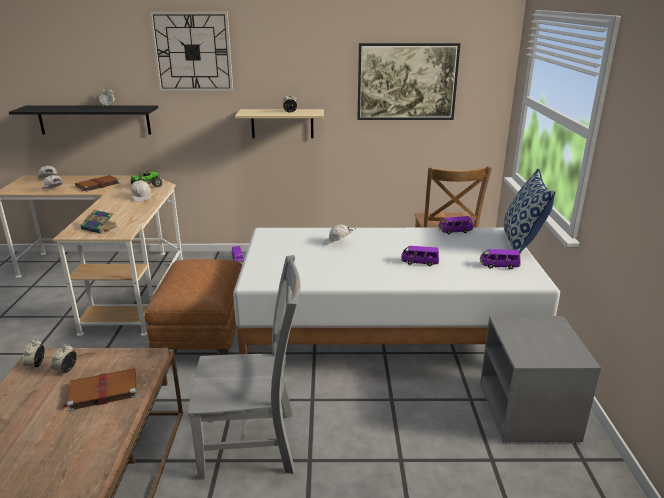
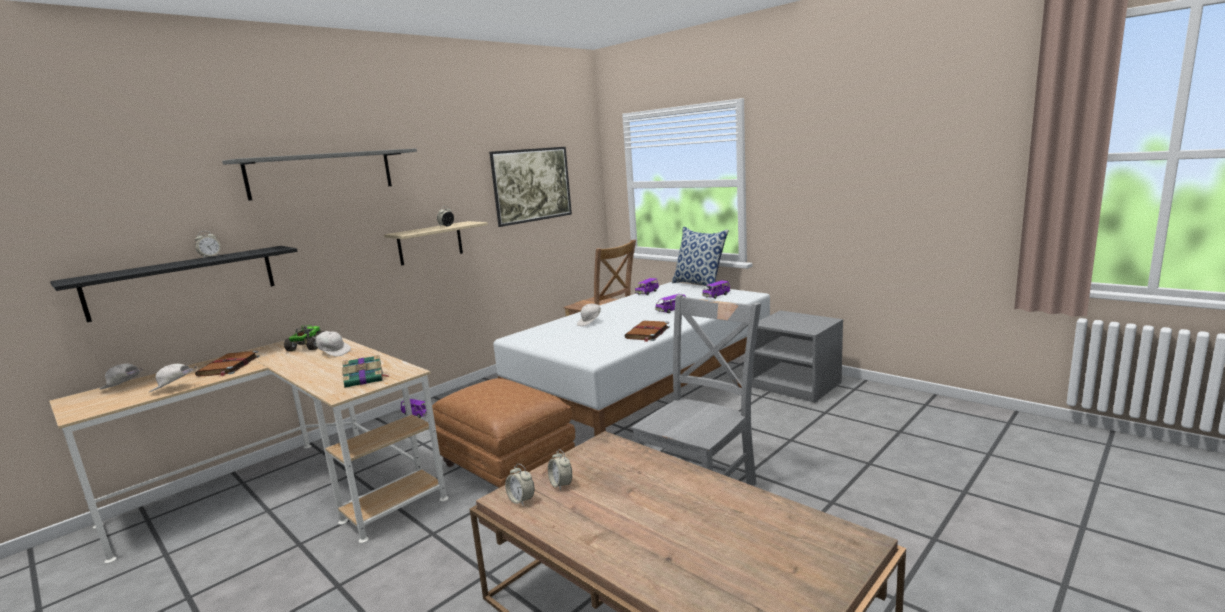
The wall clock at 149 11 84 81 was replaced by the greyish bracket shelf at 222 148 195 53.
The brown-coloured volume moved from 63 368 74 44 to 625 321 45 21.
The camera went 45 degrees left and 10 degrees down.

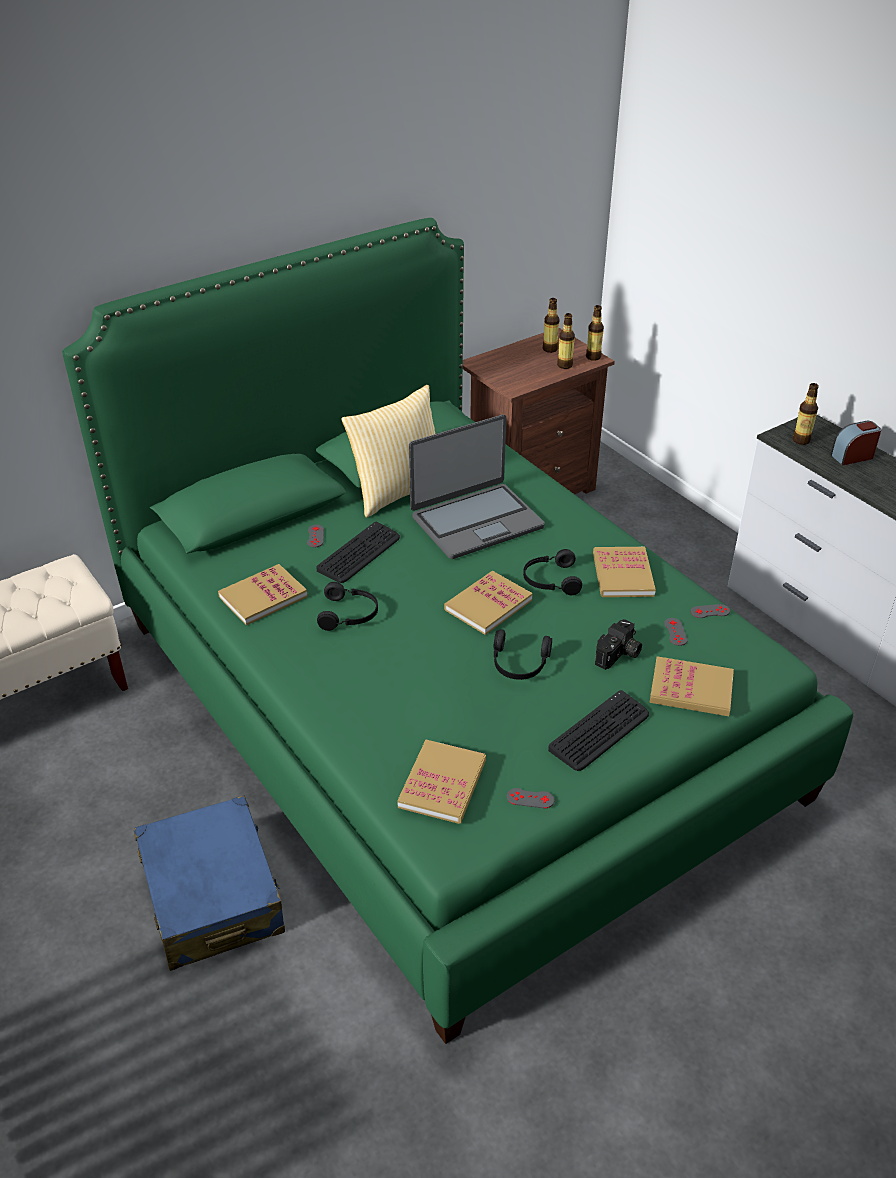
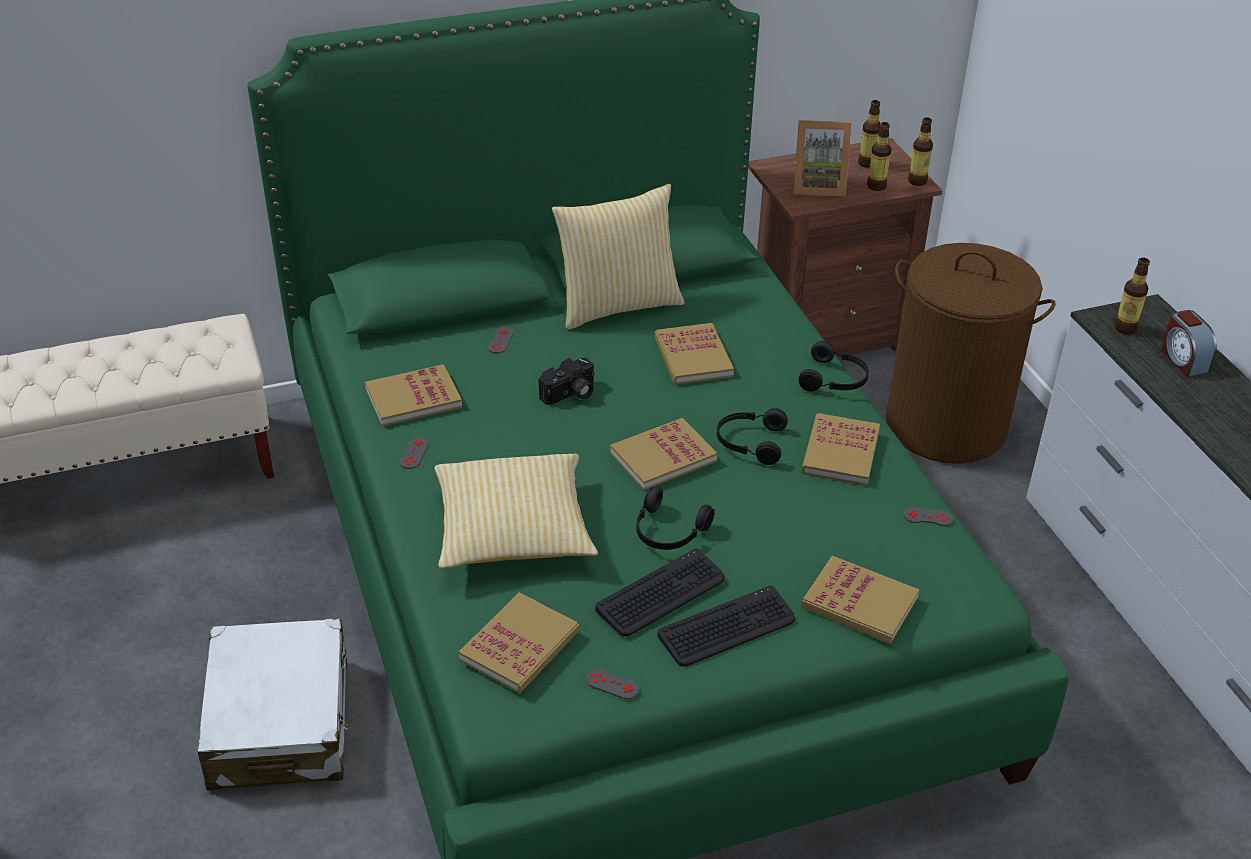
The blue travel case at 133 795 152 176 became the white travel case at 198 618 150 172.
The greyish gamepad moved from 664 618 24 28 to 399 437 30 32.
The throw pillow at 434 454 164 115 appeared.
The still camera moved from 595 619 47 51 to 538 358 57 47.
The PC keyboard moved from 317 522 83 61 to 595 548 130 88.
The laptop at 409 415 136 144 was replaced by the volume at 655 323 79 62.
The picture frame at 794 120 58 76 appeared.
The black pair of headphones moved from 317 582 61 49 to 799 341 70 51.
The brown-coloured laundry basket at 886 243 170 221 appeared.
The alarm clock at 831 421 50 44 turned 105 degrees counterclockwise.
The camera went 15 degrees right and 0 degrees up.

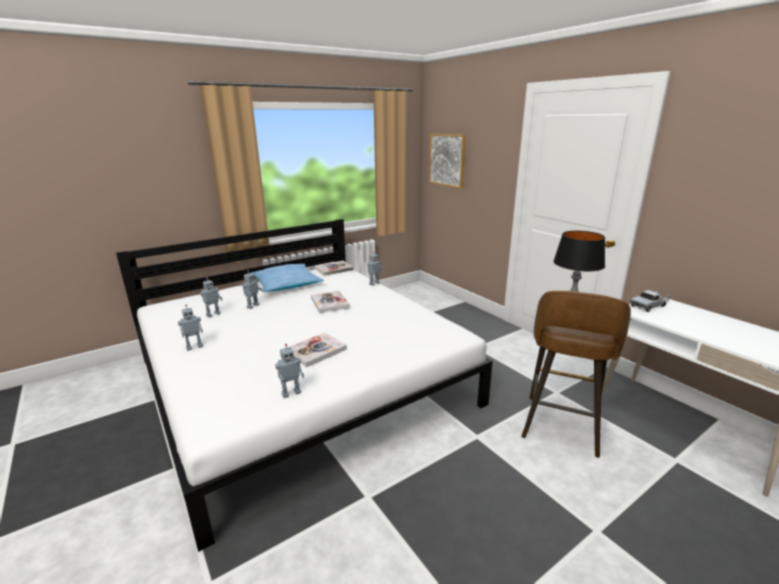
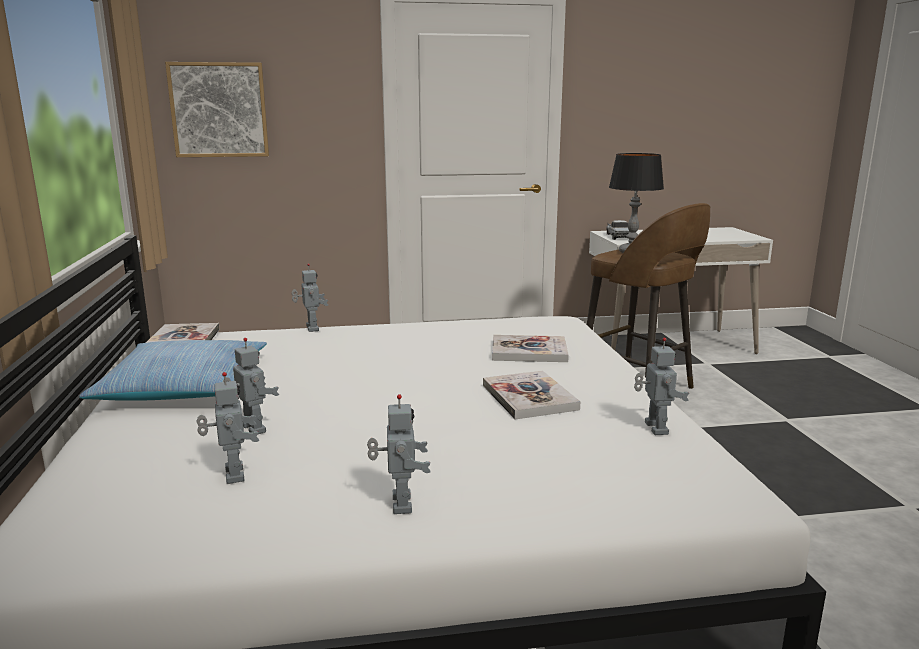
The volume moved from 311 291 39 22 to 492 335 77 27.
The camera went 65 degrees left and 5 degrees down.

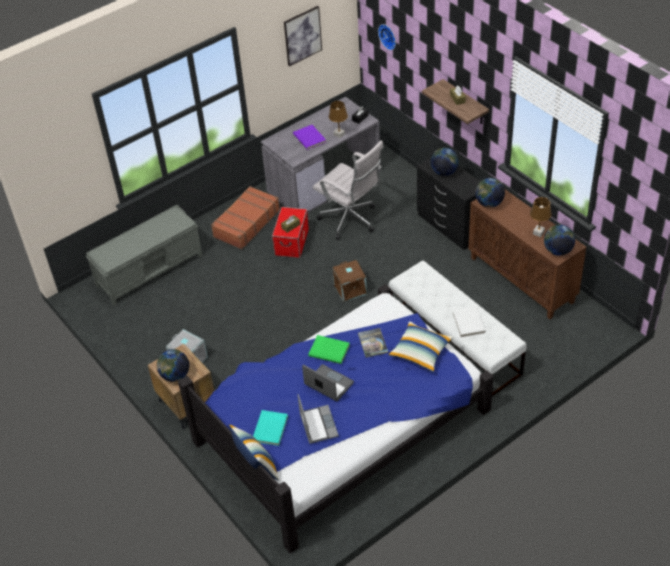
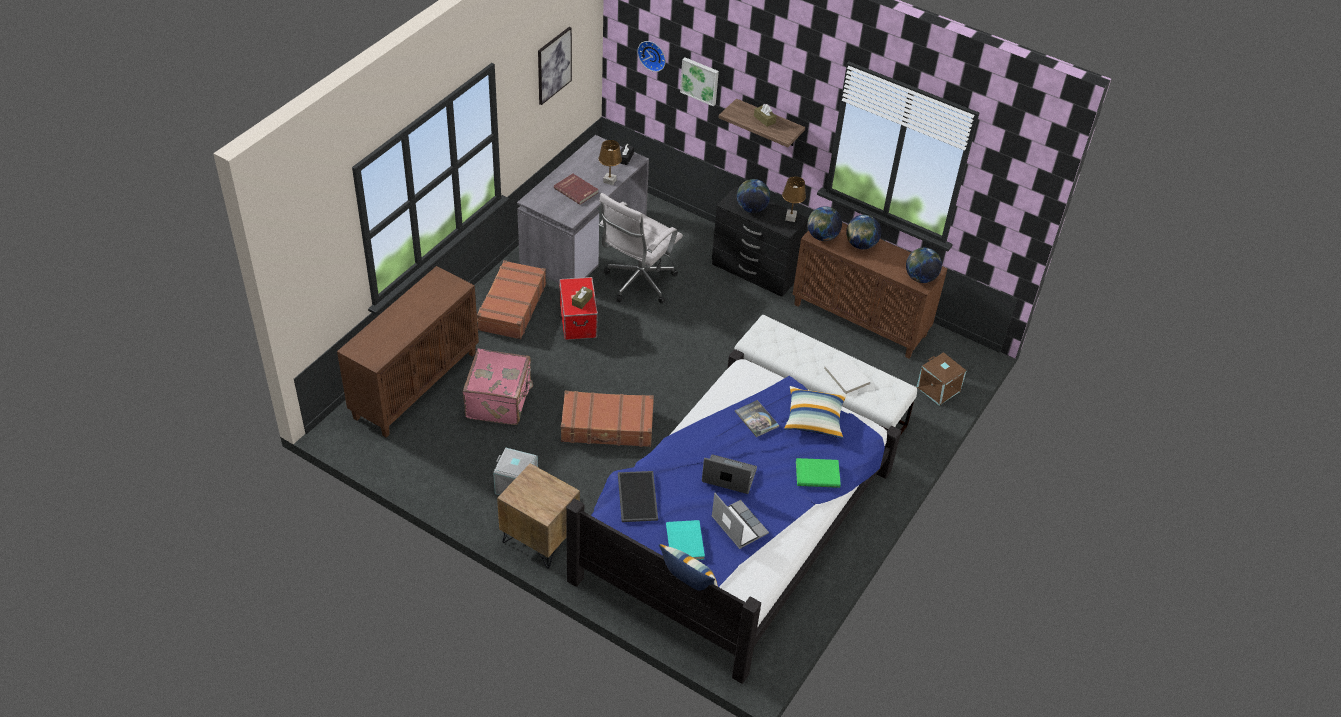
The greyish long seat at 86 205 117 100 was replaced by the brown-coloured storage cabinet at 337 266 142 172.
The pinkish travel case at 462 348 71 77 appeared.
The purple volume at 293 125 33 25 became the red-coloured volume at 554 173 45 32.
The brown-coloured travel case at 561 391 93 56 appeared.
The white office chair at 313 140 70 100 turned 105 degrees clockwise.
The carrying tray at 618 471 40 51 appeared.
The wall art at 680 57 39 49 appeared.
The brown-coloured table lamp moved from 530 197 22 40 to 782 177 24 45.
The green-coloured volume moved from 308 335 42 29 to 796 458 45 30.
The world globe moved from 157 349 32 33 to 846 215 35 34.
The brown-coloured storage container moved from 333 260 34 42 to 917 352 50 53.
The camera went 25 degrees left and 0 degrees up.

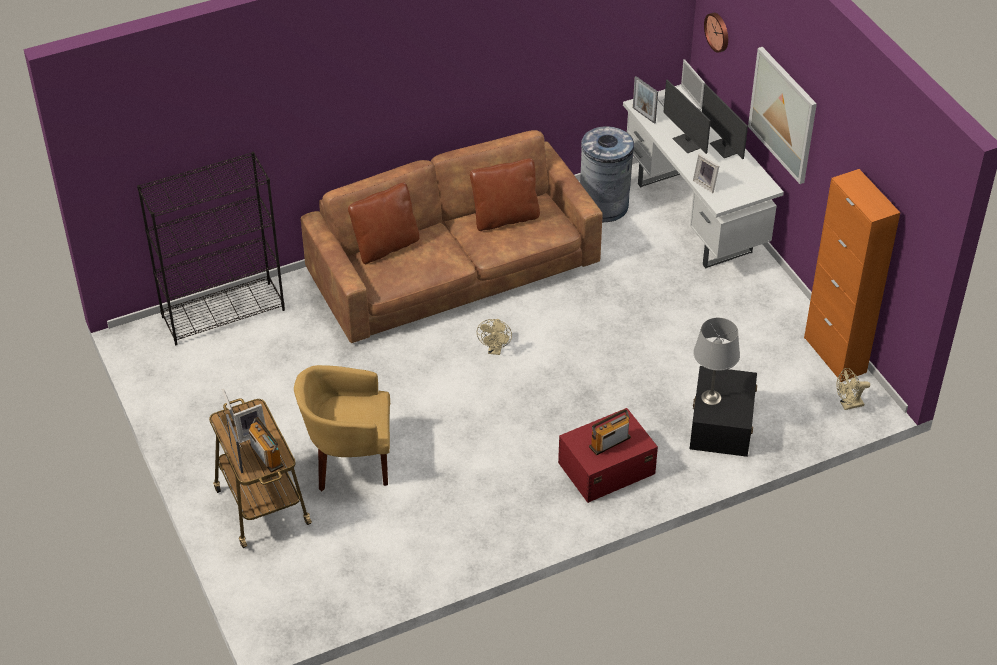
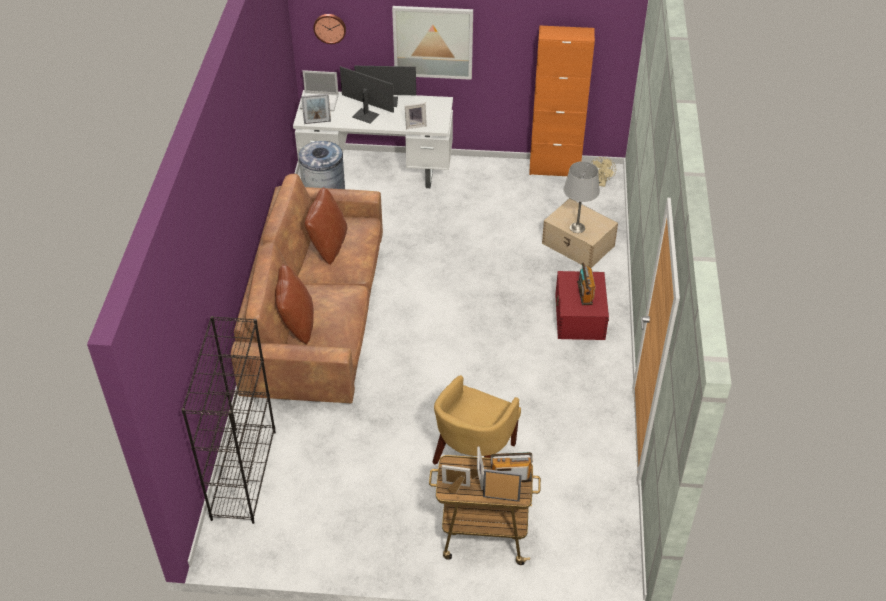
The computer display at 663 80 48 74 turned 150 degrees counterclockwise.
The black storage container at 690 366 67 91 became the beige-coloured storage container at 542 198 76 70.
The beige-coloured electric fan at 477 319 35 36 disappeared.
The camera went 60 degrees left and 0 degrees up.

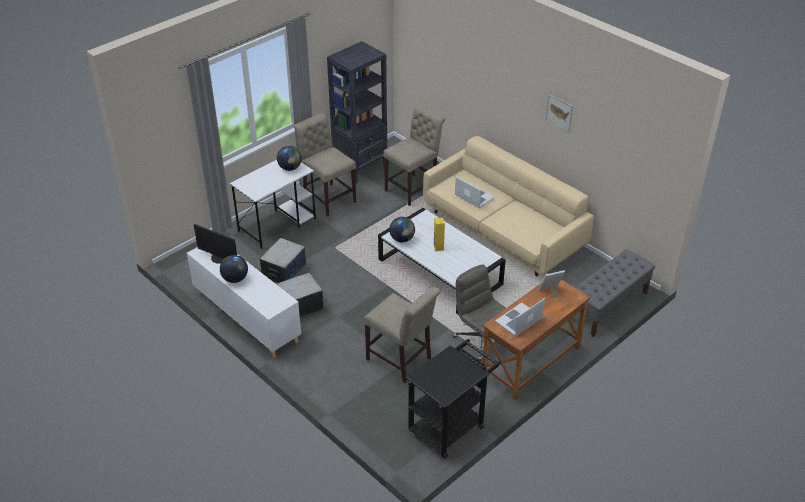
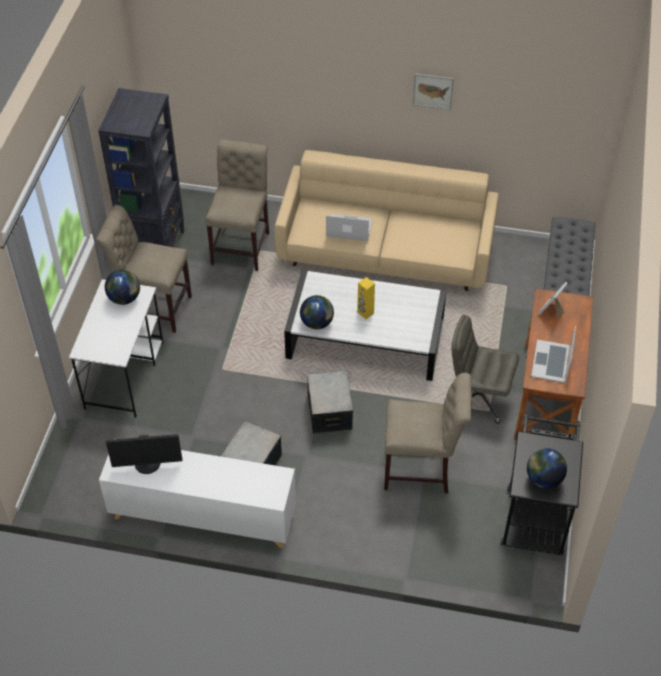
The storage container moved from 259 238 47 45 to 307 371 46 63.
The world globe moved from 220 255 28 28 to 527 448 40 40.
The camera went 35 degrees left and 10 degrees up.

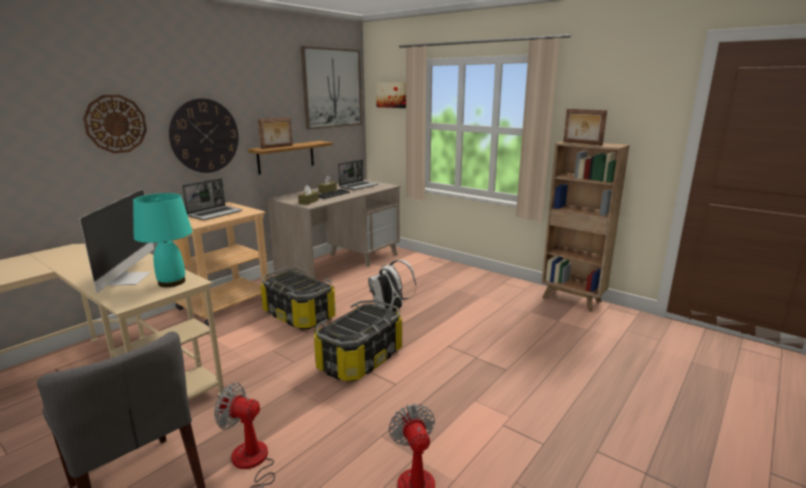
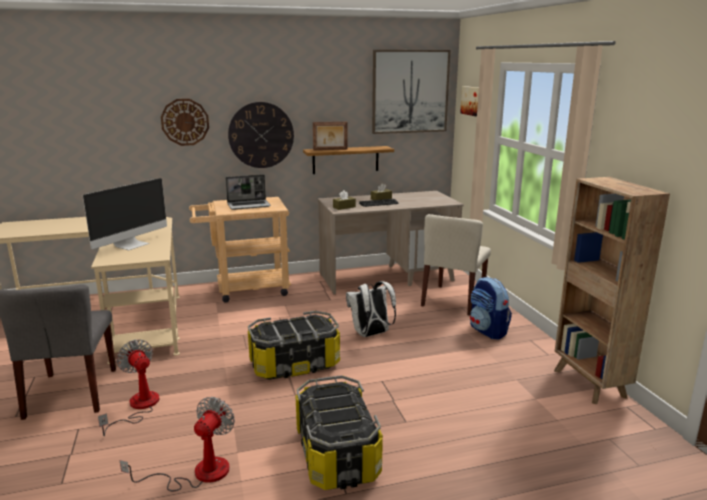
The storage container moved from 260 268 76 62 to 295 375 88 115.
The beige-coloured chair at 421 214 70 101 appeared.
The knapsack at 470 277 42 63 appeared.
The blue-green table lamp at 133 193 59 94 disappeared.
The laptop at 338 160 40 30 disappeared.
The picture frame at 563 109 44 36 disappeared.
The camera went 35 degrees right and 0 degrees up.

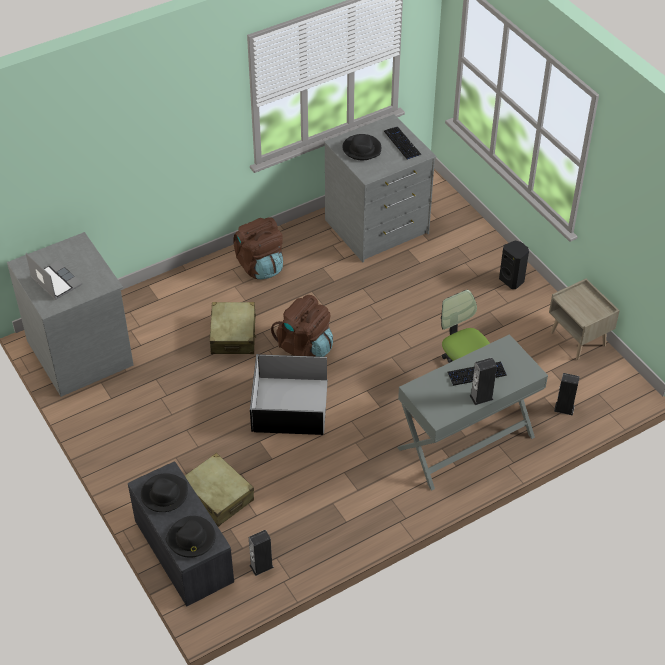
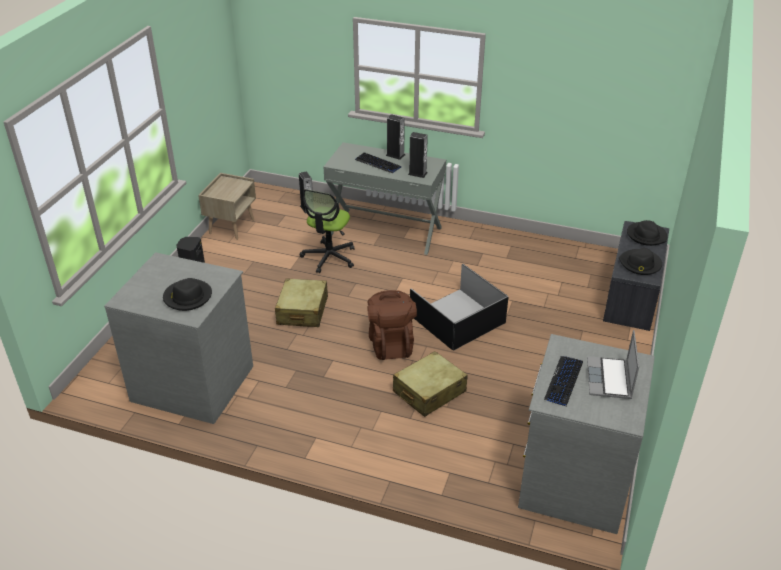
The beige-coloured travel case moved from 185 453 69 74 to 275 278 53 49.
The audio speaker moved from 249 530 25 46 to 408 132 20 46.
The PC keyboard moved from 384 127 38 33 to 544 356 39 50.
The brown-coloured knapsack at 233 217 50 62 disappeared.
The camera went 130 degrees left and 10 degrees down.

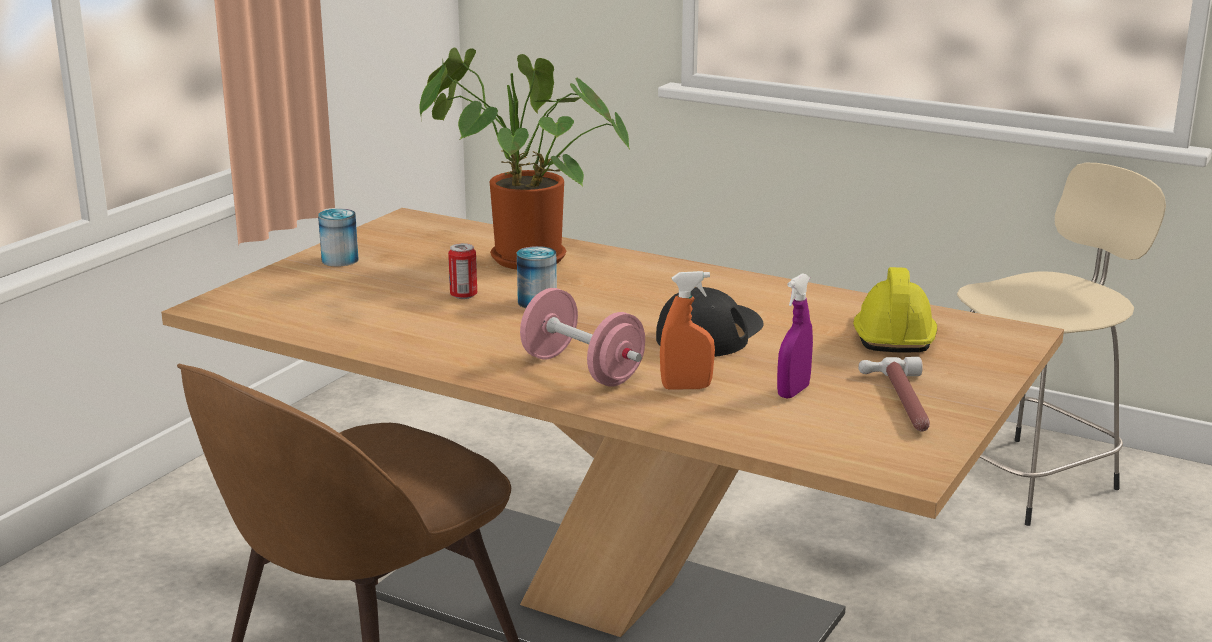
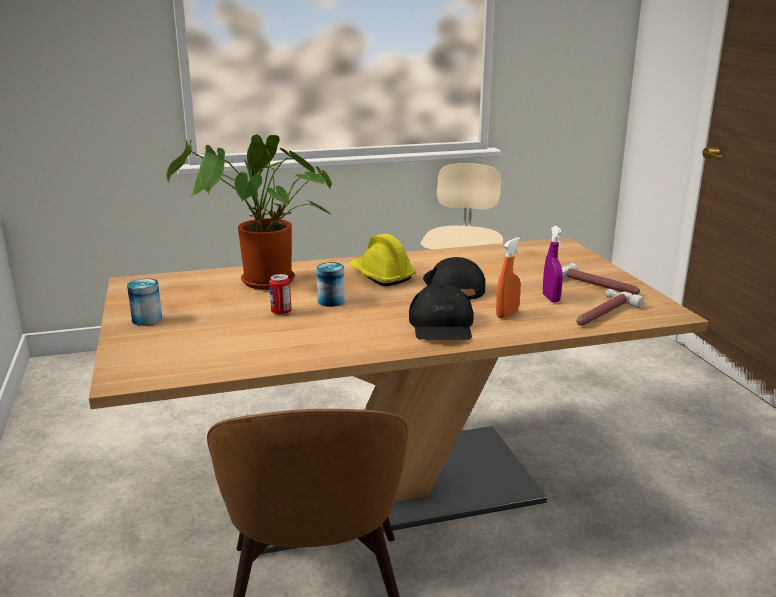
The yellow safety helmet moved from 853 267 84 85 to 348 234 68 52.
The pinkish free weight at 520 288 125 99 was replaced by the black baseball cap at 409 284 65 56.
The tool hammer at 576 289 68 37 appeared.
The camera went 45 degrees left and 0 degrees up.

